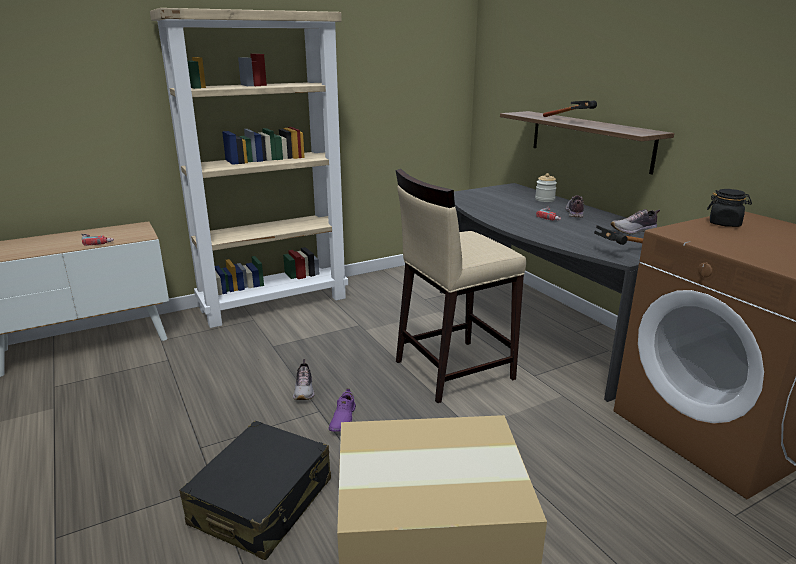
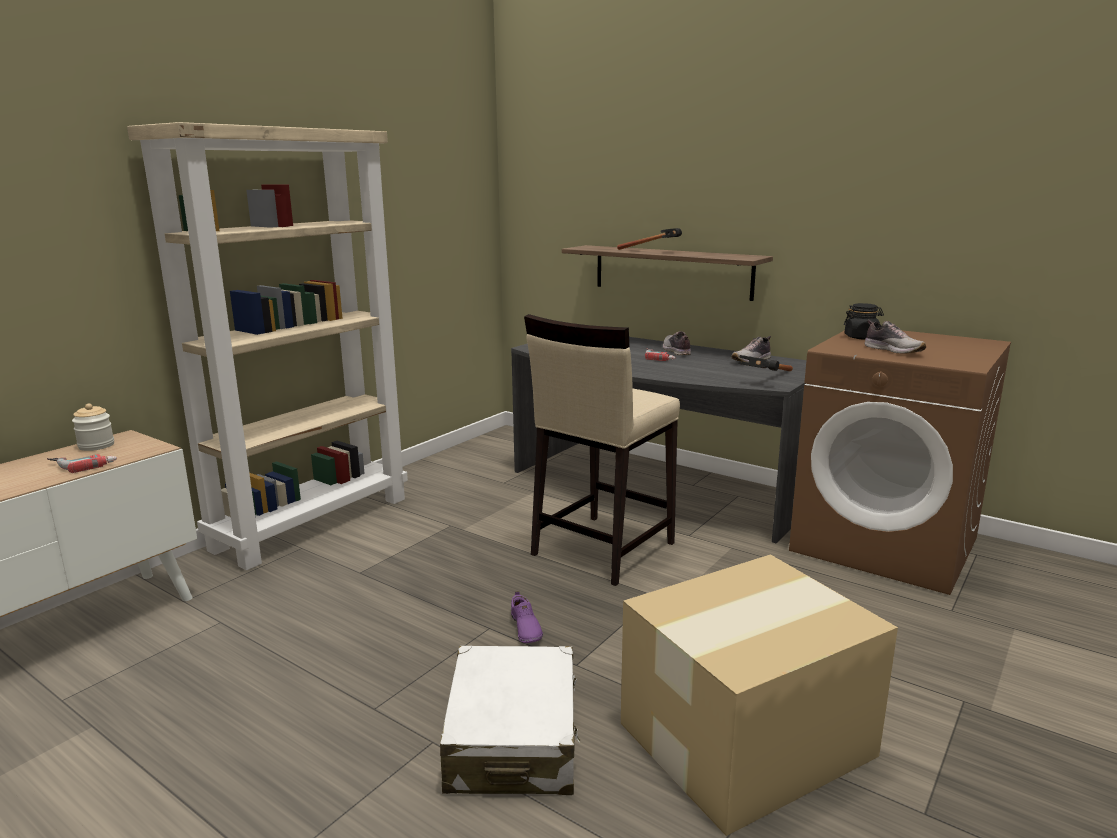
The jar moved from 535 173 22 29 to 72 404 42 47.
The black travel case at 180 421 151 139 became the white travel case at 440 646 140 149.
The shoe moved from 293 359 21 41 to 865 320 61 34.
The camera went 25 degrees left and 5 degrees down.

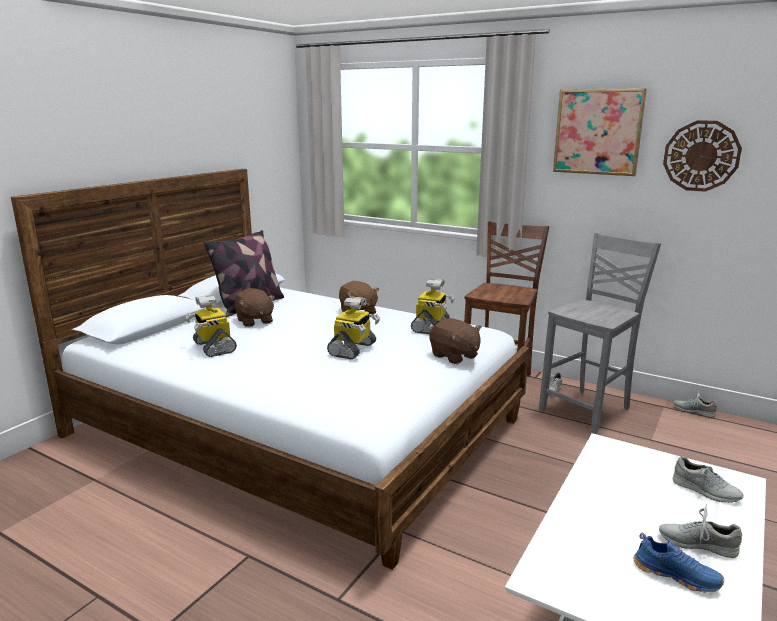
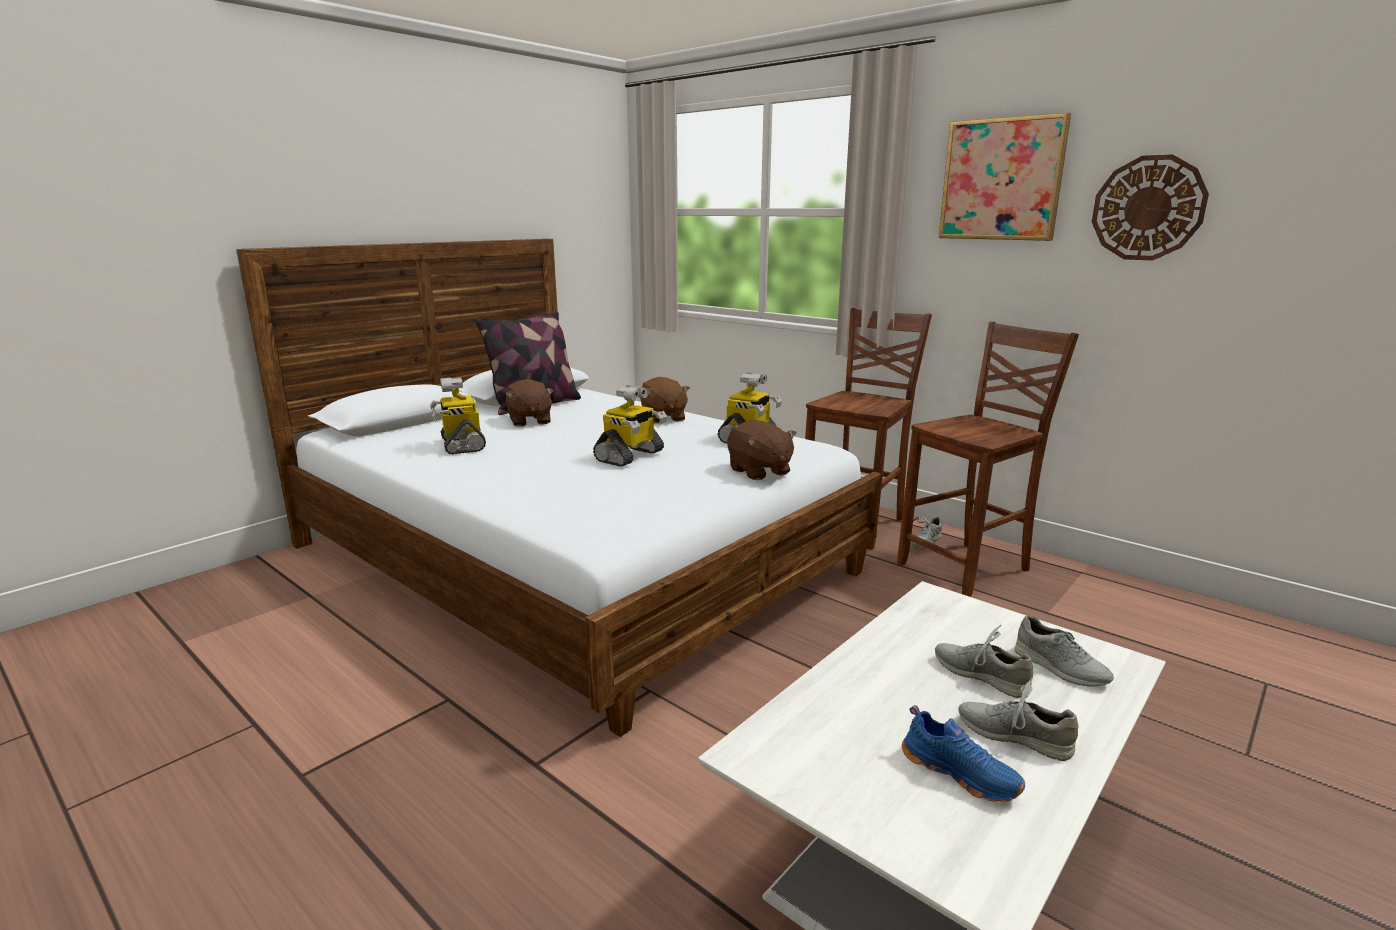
The greyish chair at 539 233 122 201 became the brown-coloured chair at 897 321 182 276.
The greyish shoe moved from 673 390 44 28 to 935 625 98 73.
The camera went 10 degrees right and 0 degrees up.

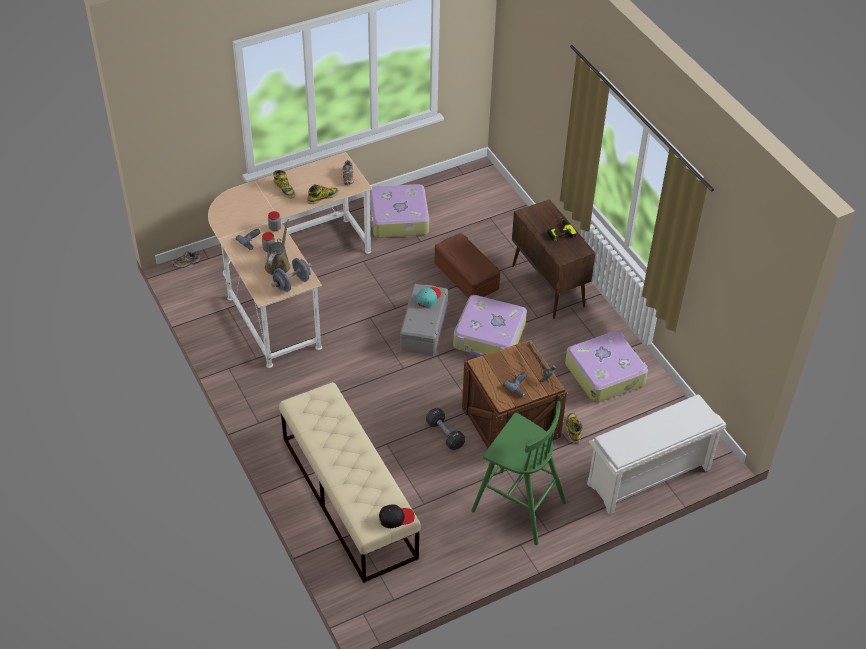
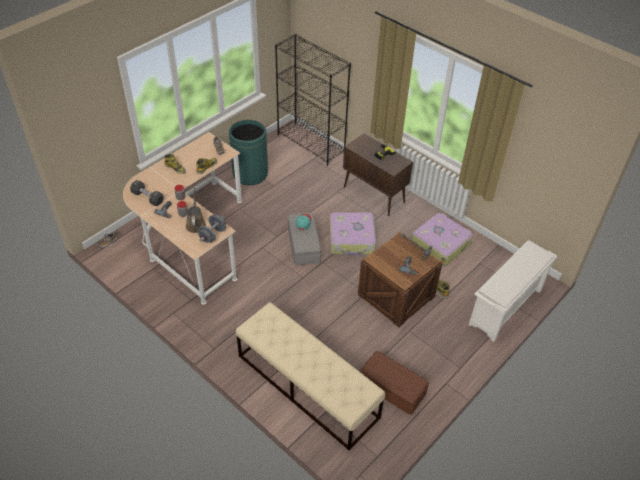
The black free weight moved from 426 408 39 42 to 130 180 34 26.
The travel case at 370 184 59 54 was replaced by the green-coloured waste bin at 229 120 39 65.
The black bookshelf at 275 34 76 132 appeared.
The brown-coloured storage container moved from 434 233 66 65 to 360 351 69 64.
The black baseball cap at 379 504 36 24 disappeared.
The green-coloured stool seat at 471 401 95 144 disappeared.
The camera went 20 degrees left and 0 degrees up.

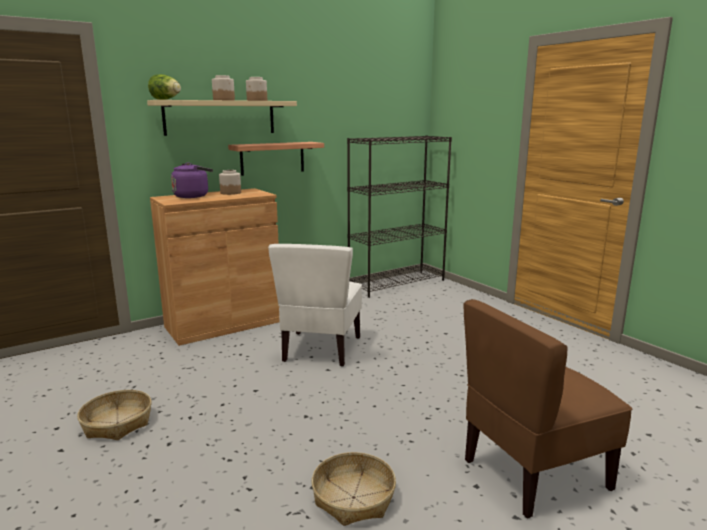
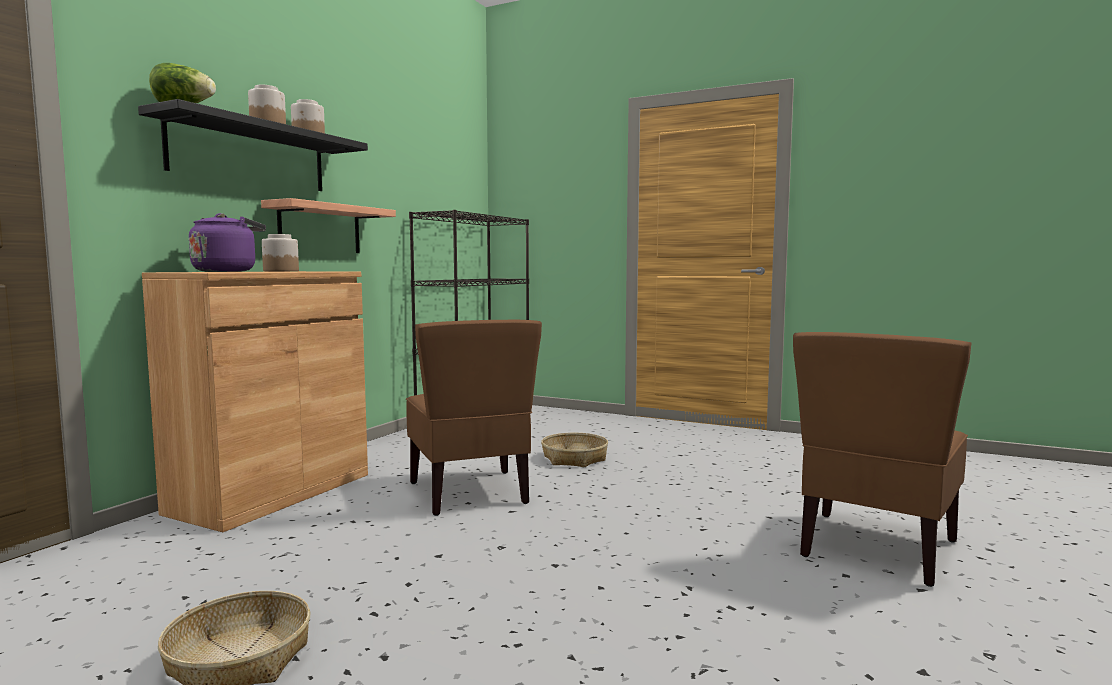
The beige-coloured bracket shelf at 147 100 150 36 became the black bracket shelf at 138 99 230 92.
The white chair at 268 244 94 122 became the brown-coloured chair at 406 320 136 196.
The household basket moved from 311 452 85 74 to 541 433 67 34.
The camera went 30 degrees left and 10 degrees down.

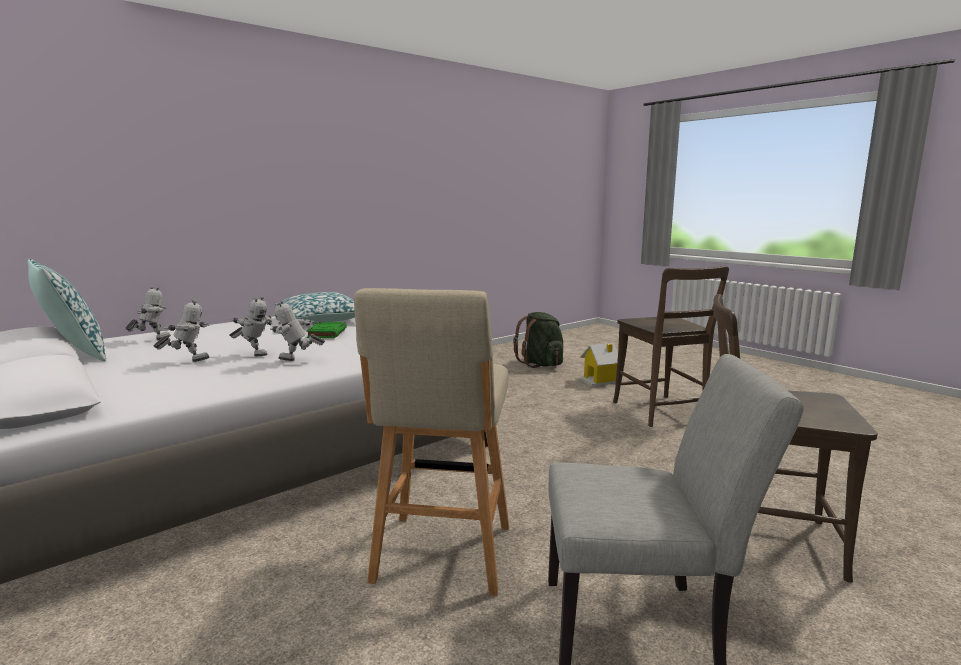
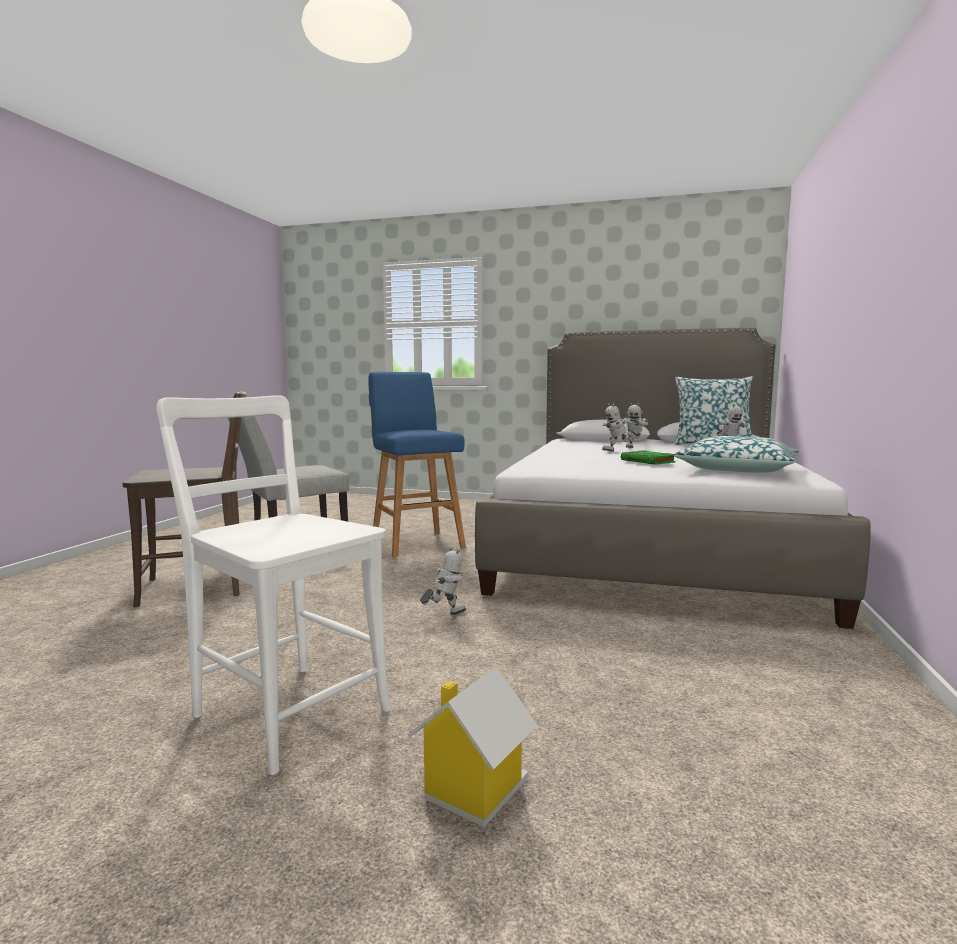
The brown-coloured chair at 613 266 116 161 became the white chair at 156 395 235 380.
The beige-coloured stool seat at 354 288 155 308 became the blue stool seat at 368 372 98 185.
The robot figure moved from 270 300 55 61 to 420 547 46 68.
The green-coloured knapsack at 513 312 50 56 disappeared.
The camera went 145 degrees right and 5 degrees down.

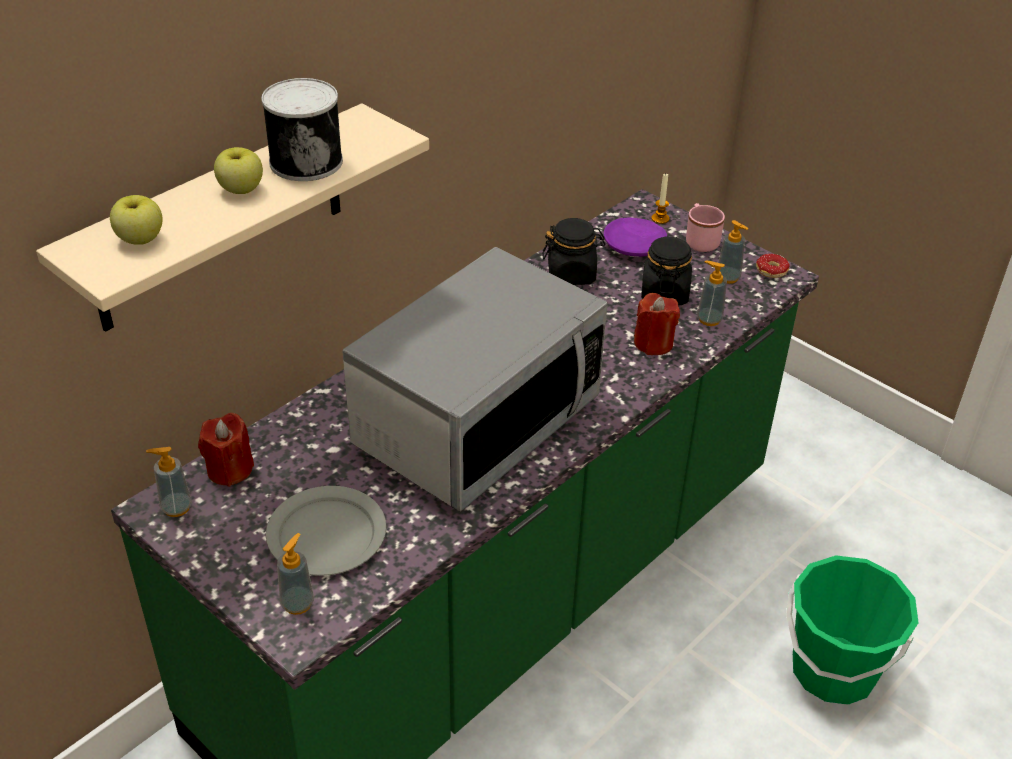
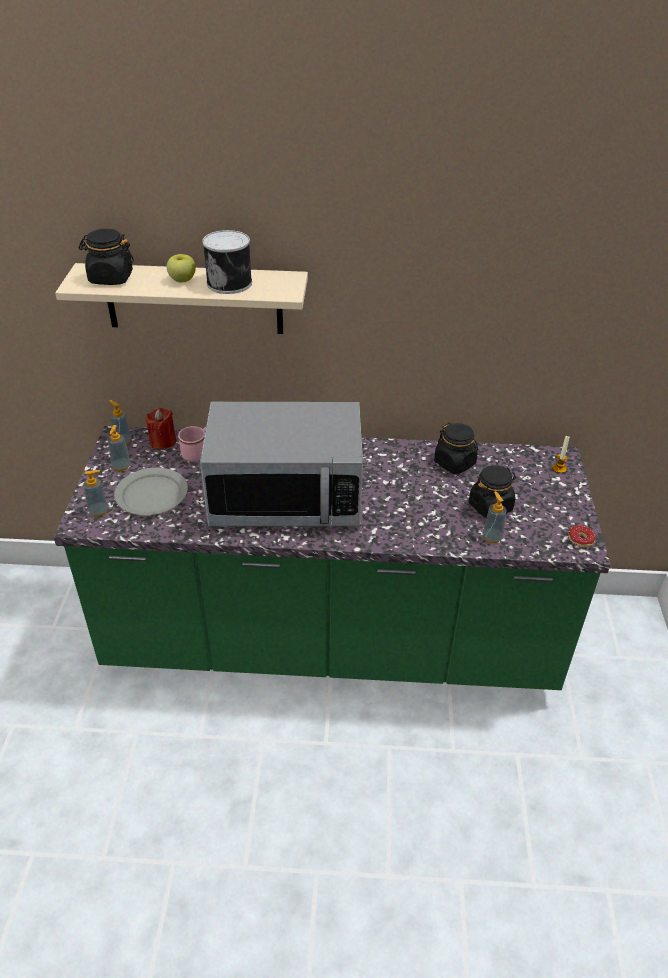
The apple at 110 195 53 50 was replaced by the black jar at 79 229 55 56.
The liquid soap bottle moved from 718 220 30 64 to 108 425 22 46.
The pinkish tea mug moved from 686 203 39 49 to 178 426 28 36.
The purple flat dish at 604 217 63 40 disappeared.
The red-coloured wax light at 634 293 46 62 disappeared.
The green-coloured pail at 786 555 133 150 disappeared.
The camera went 50 degrees right and 0 degrees up.

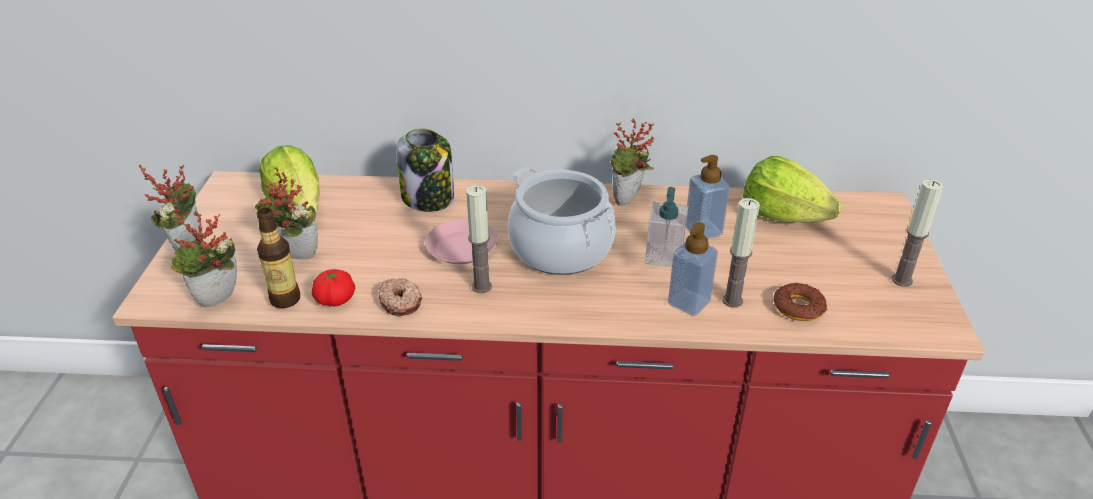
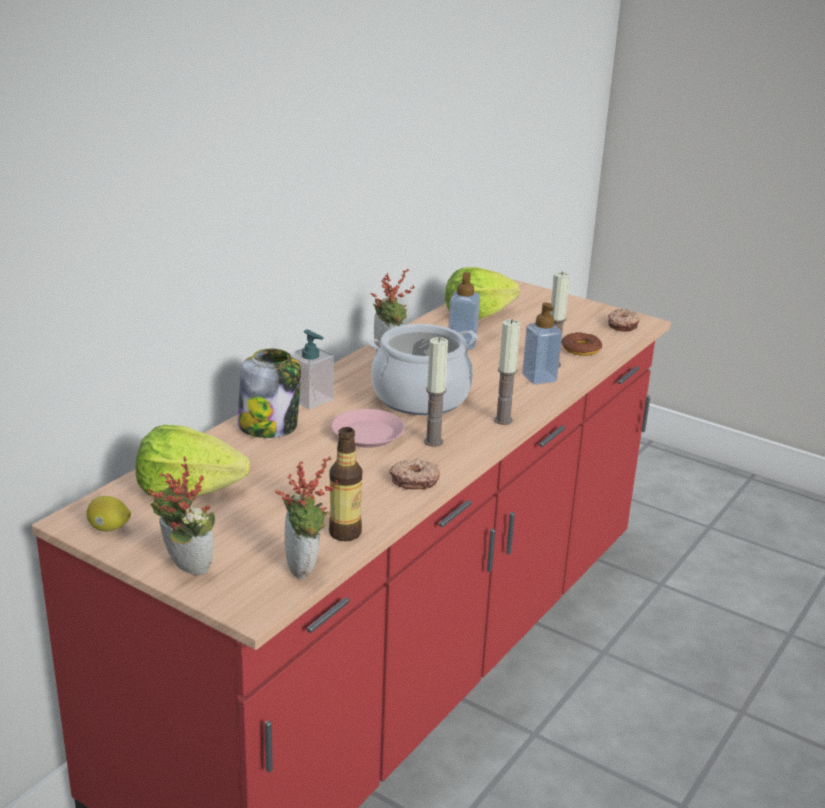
The lemon at 86 496 45 36 appeared.
The liquid soap bottle moved from 645 187 43 80 to 289 330 45 79.
The wax light moved from 892 179 52 108 to 494 319 26 106.
The donut at 608 309 32 23 appeared.
The plant in a pot at 255 167 63 92 disappeared.
The whole tomato at 312 269 43 38 disappeared.
The camera went 60 degrees left and 10 degrees down.

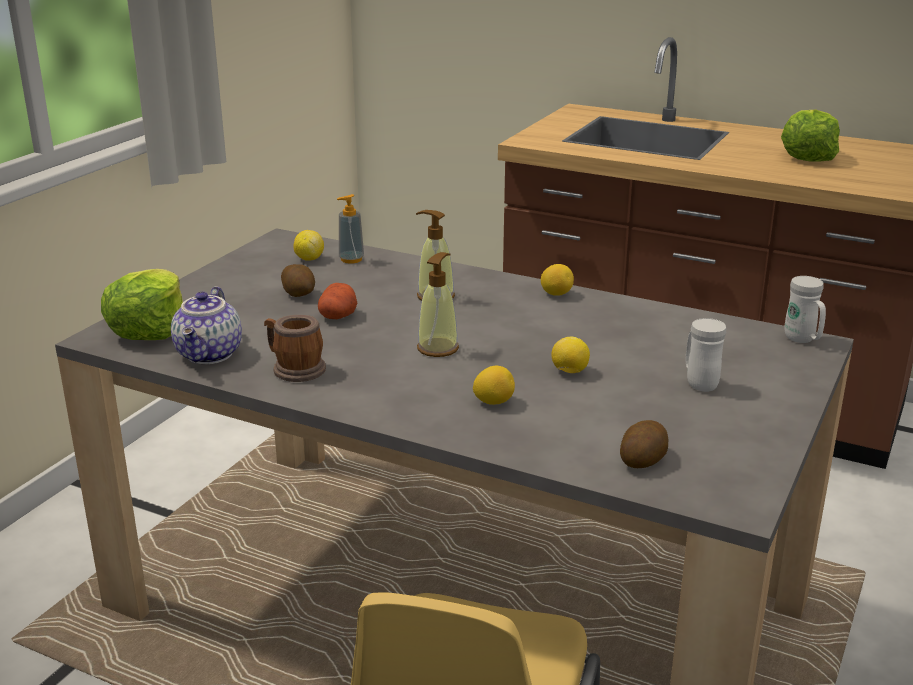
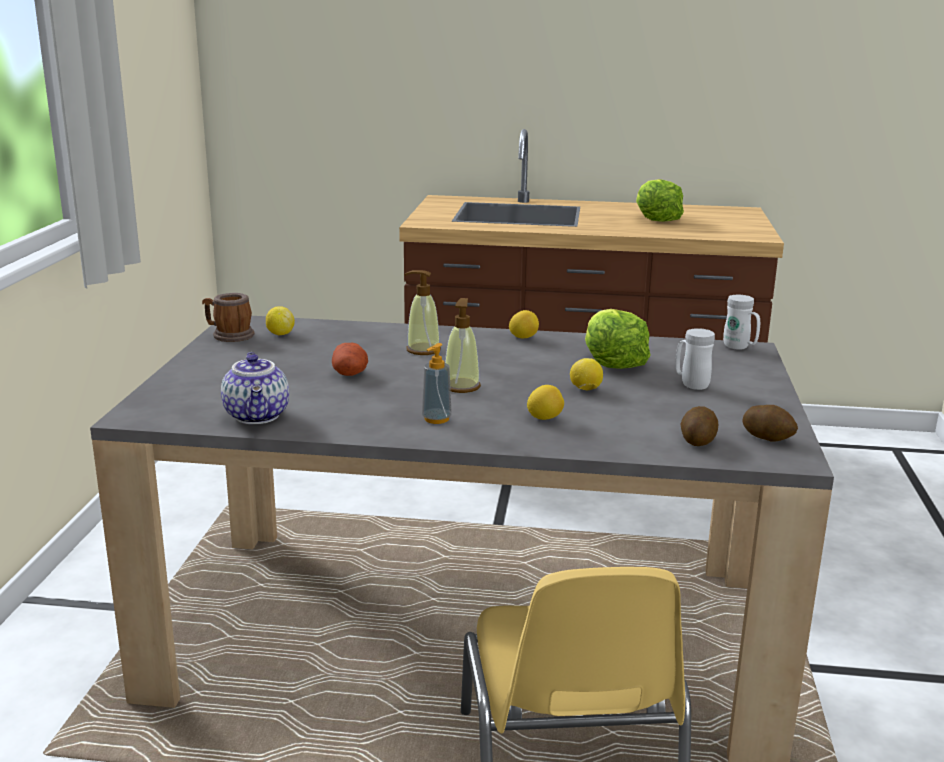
The tea mug moved from 264 315 62 67 to 202 293 52 49.
The liquid soap bottle moved from 337 194 27 70 to 422 343 30 81.
The lettuce moved from 101 269 82 71 to 585 309 66 60.
The potato moved from 281 264 34 33 to 742 405 56 37.
The camera went 20 degrees left and 5 degrees down.

